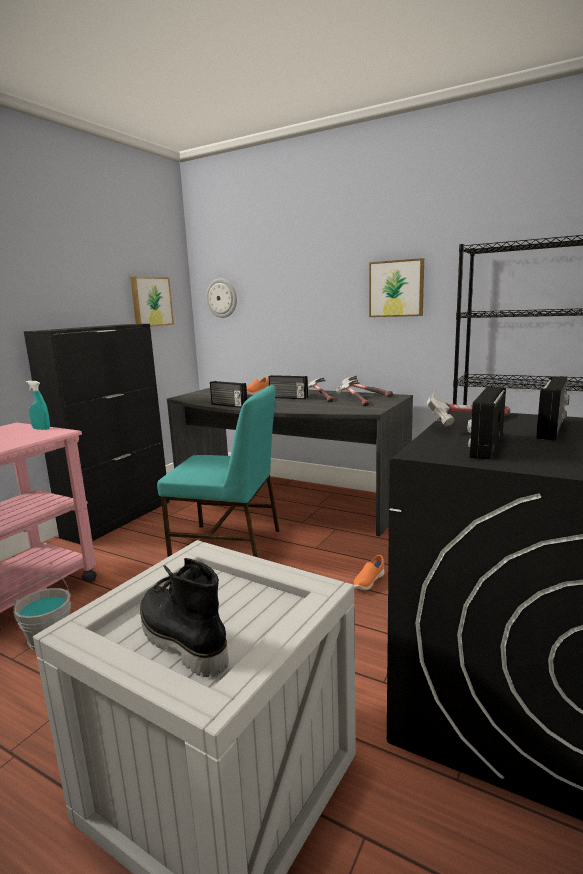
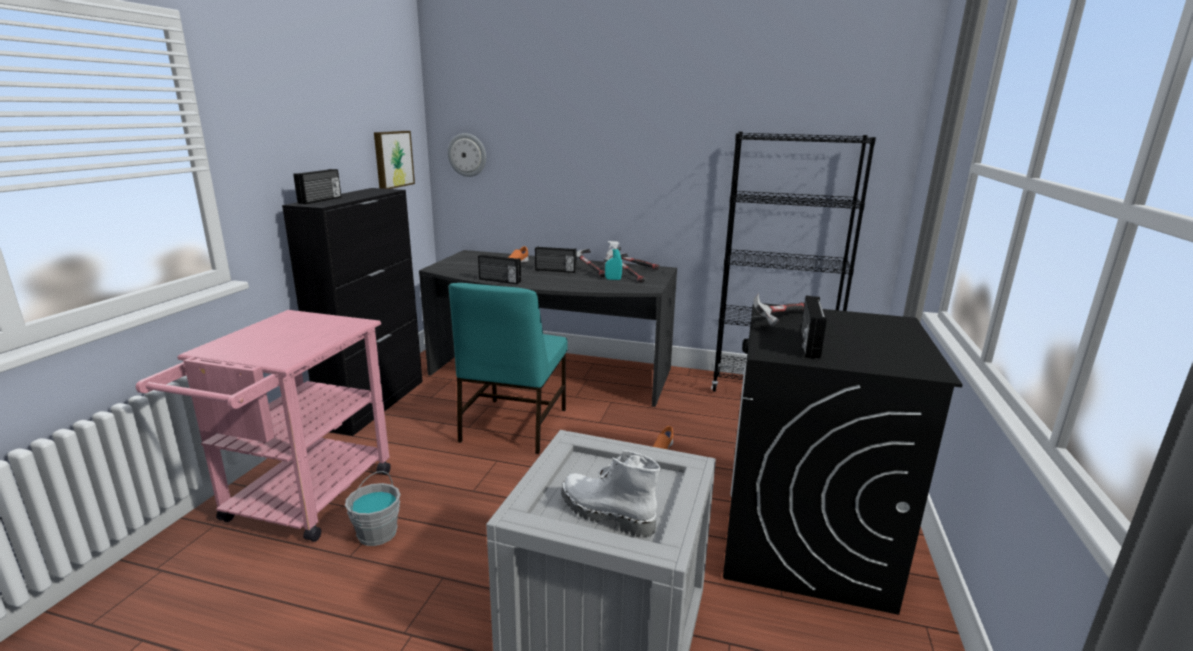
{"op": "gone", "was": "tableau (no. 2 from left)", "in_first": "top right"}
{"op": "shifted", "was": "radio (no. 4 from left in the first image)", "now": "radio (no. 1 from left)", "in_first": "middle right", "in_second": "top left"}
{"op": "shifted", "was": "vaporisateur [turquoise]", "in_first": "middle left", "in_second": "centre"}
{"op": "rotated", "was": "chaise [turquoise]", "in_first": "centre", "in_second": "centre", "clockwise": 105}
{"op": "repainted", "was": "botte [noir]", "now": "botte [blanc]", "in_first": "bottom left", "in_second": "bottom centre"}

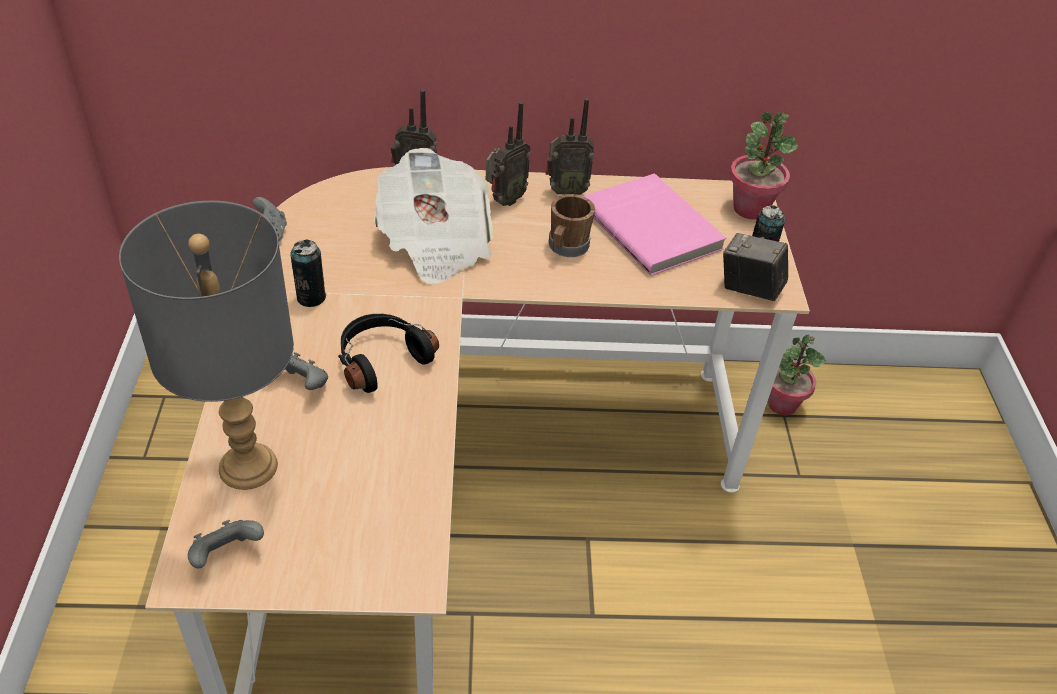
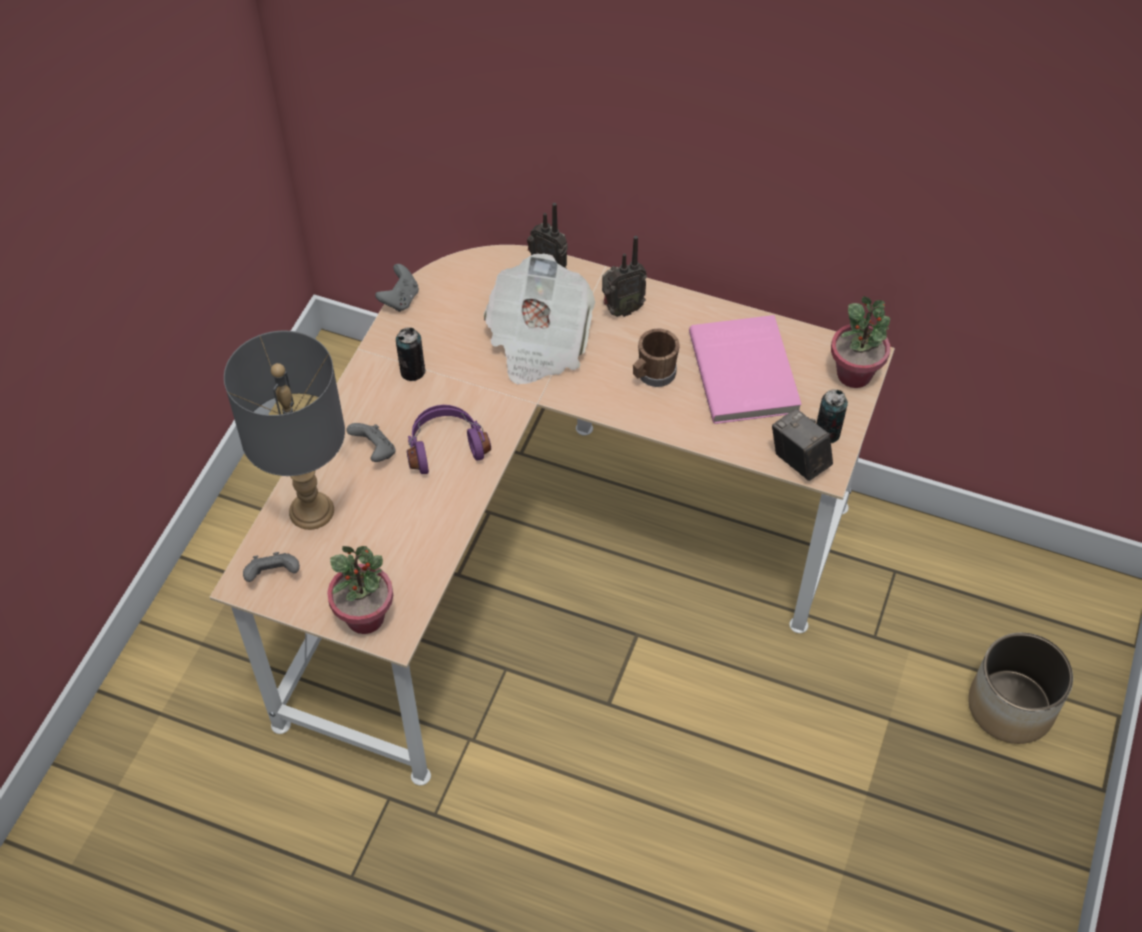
{"op": "gone", "was": "radio (no. 3 from left)", "in_first": "top centre"}
{"op": "repainted", "was": "casque audio [noir]", "now": "casque audio [violet]", "in_first": "centre", "in_second": "centre"}
{"op": "shifted", "was": "plante en pot (no. 2 from left in the first image)", "now": "plante en pot (no. 1 from left)", "in_first": "middle right", "in_second": "middle left"}
{"op": "new", "now": "cache-pot", "in_second": "bottom right"}

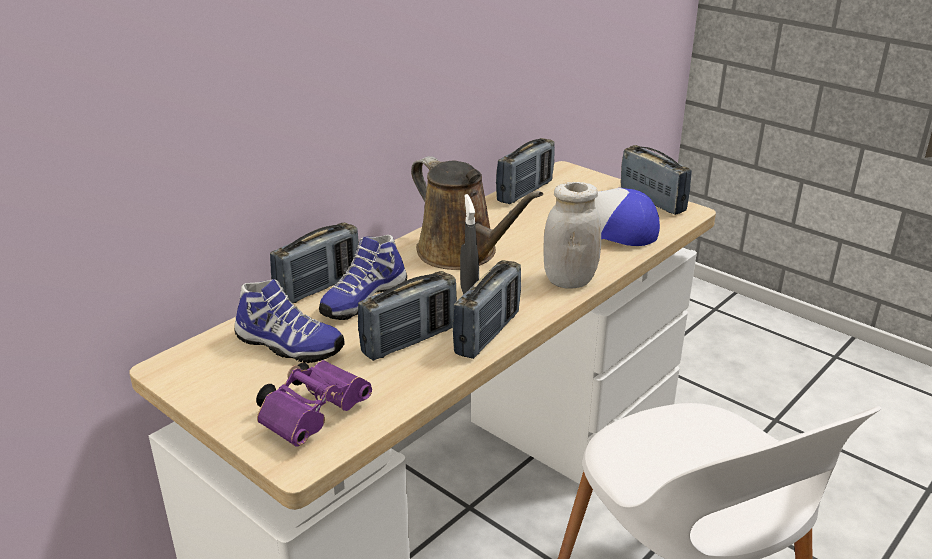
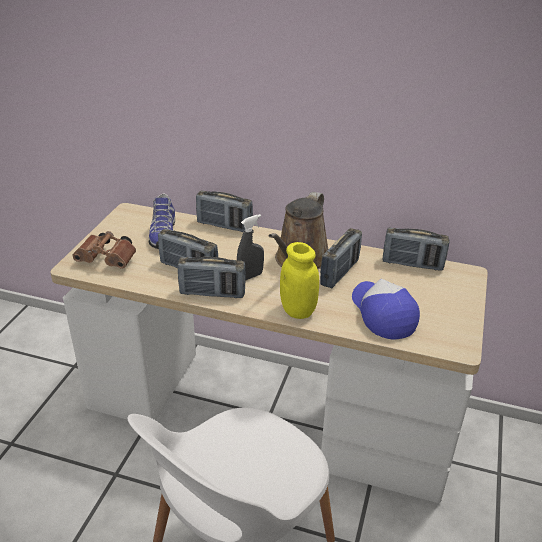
{"op": "shifted", "was": "radio (no. 5 from left in the first image)", "now": "radio (no. 4 from left)", "in_first": "top right", "in_second": "centre"}
{"op": "repainted", "was": "bocal [blanc]", "now": "bocal [jaune]", "in_first": "centre", "in_second": "centre"}
{"op": "gone", "was": "chaussure (no. 2 from left)", "in_first": "centre"}
{"op": "repainted", "was": "jumelles [violet]", "now": "jumelles [marron]", "in_first": "bottom centre", "in_second": "middle left"}

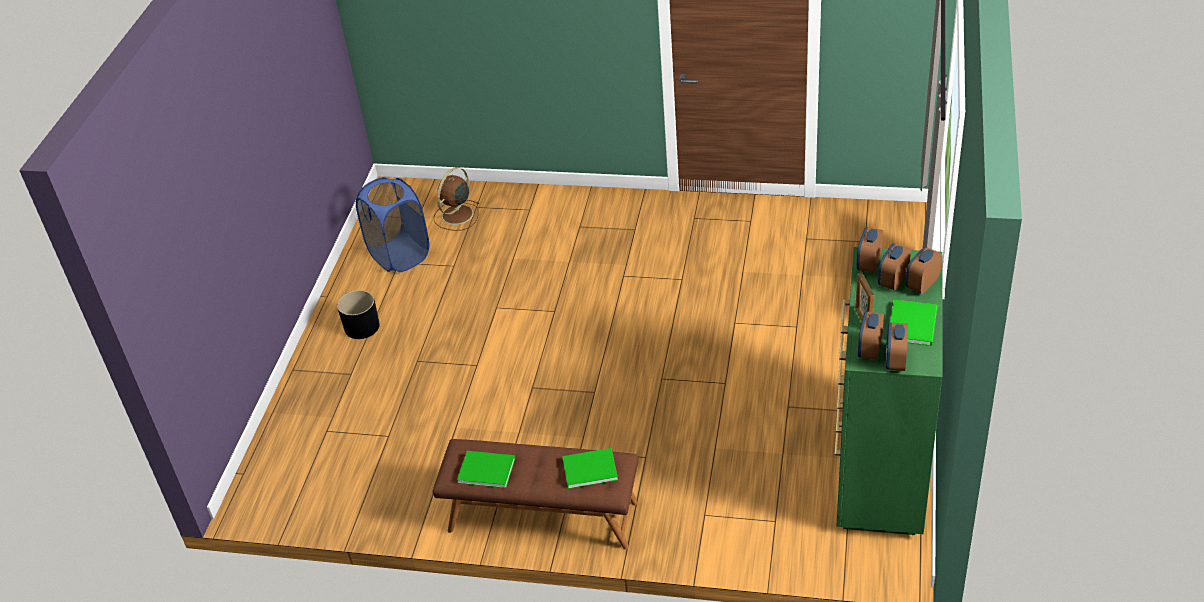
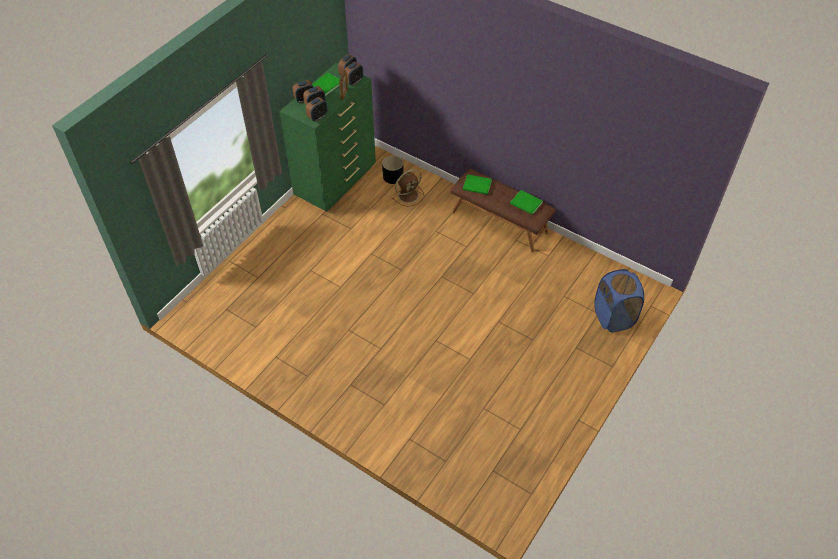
{"op": "shifted", "was": "ventilateur [marron]", "in_first": "top centre", "in_second": "centre"}
{"op": "shifted", "was": "panier à linge [bleu]", "in_first": "middle left", "in_second": "middle right"}
{"op": "shifted", "was": "cache-pot [noir]", "in_first": "middle left", "in_second": "top centre"}

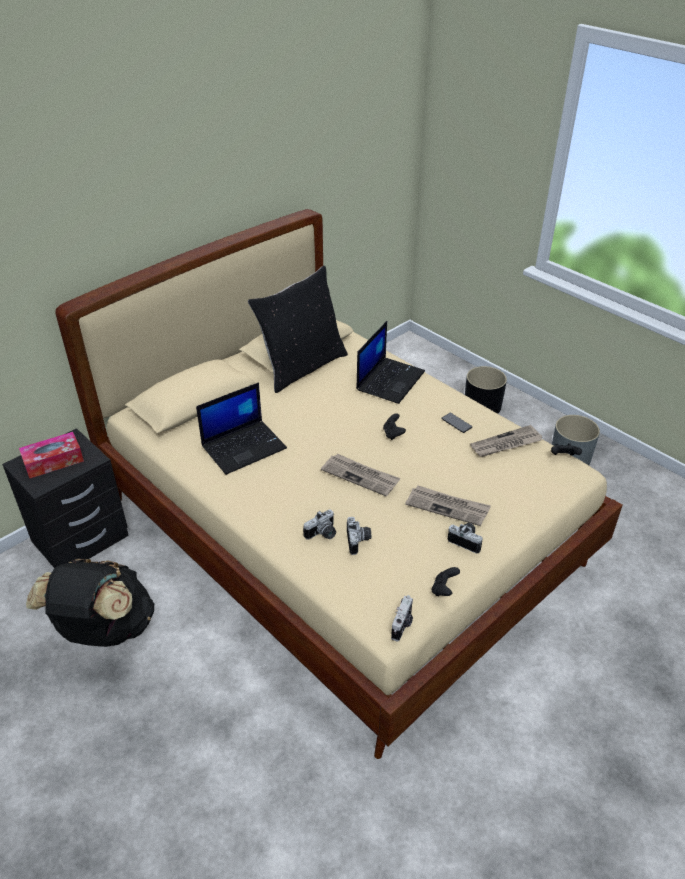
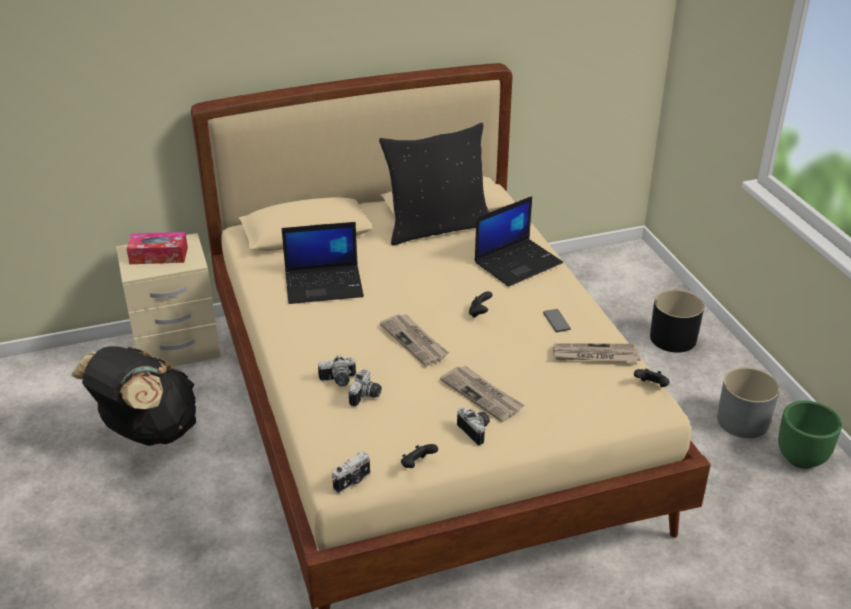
{"op": "repainted", "was": "table de chevet [noir]", "now": "table de chevet [beige]", "in_first": "middle left", "in_second": "middle left"}
{"op": "new", "now": "cache-pot [vert]", "in_second": "bottom right"}

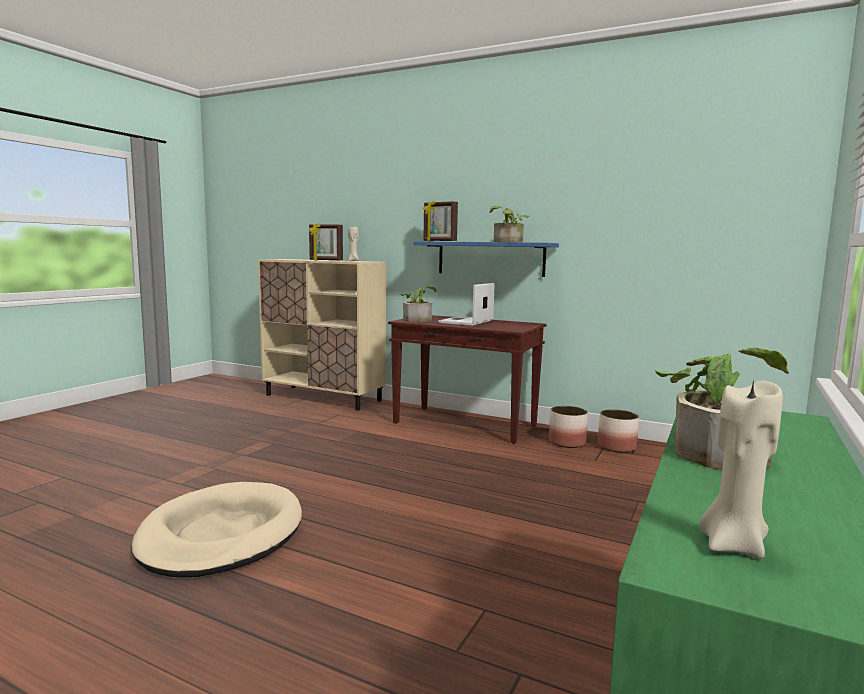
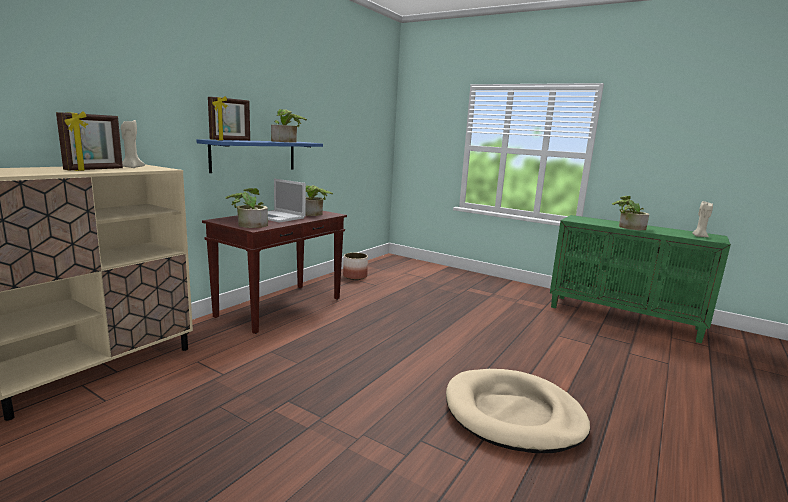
{"op": "gone", "was": "cache-pot (no. 1 from left)", "in_first": "centre"}
{"op": "new", "now": "plante en pot (no. 3 from left)", "in_second": "centre"}

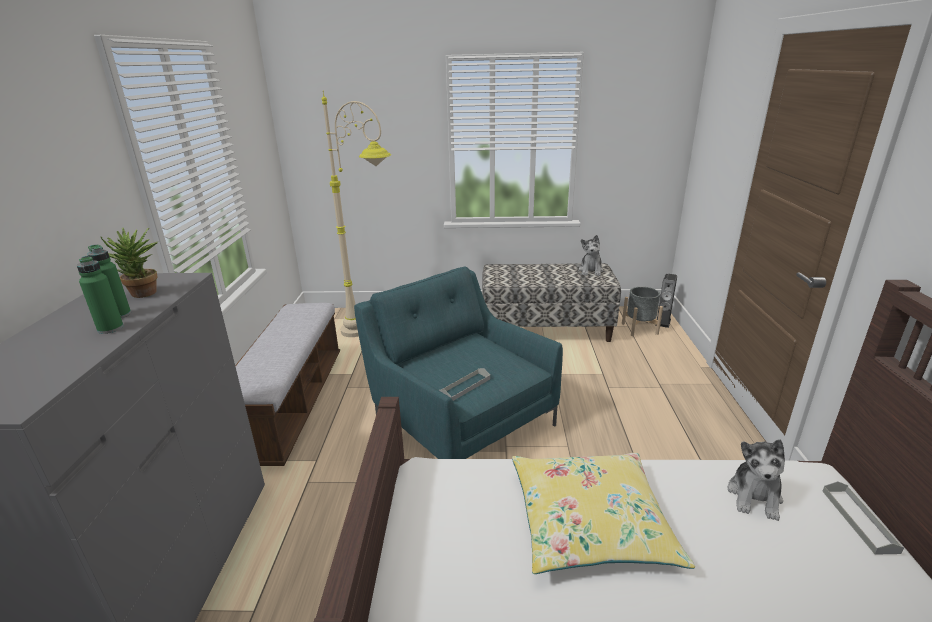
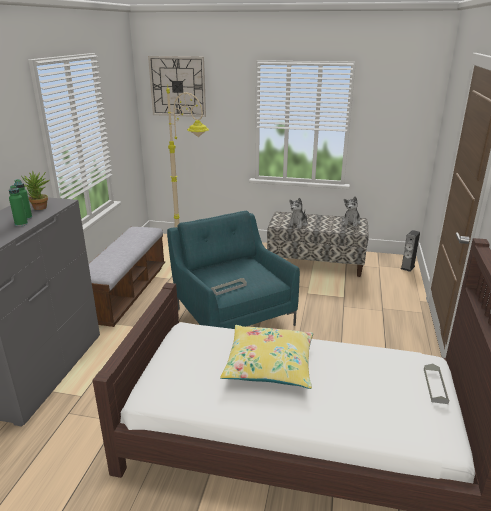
{"op": "gone", "was": "cache-pot [gris]", "in_first": "middle right"}
{"op": "shifted", "was": "peluche (no. 2 from left in the first image)", "now": "peluche (no. 1 from left)", "in_first": "bottom right", "in_second": "centre"}
{"op": "new", "now": "horloge murale", "in_second": "top centre"}

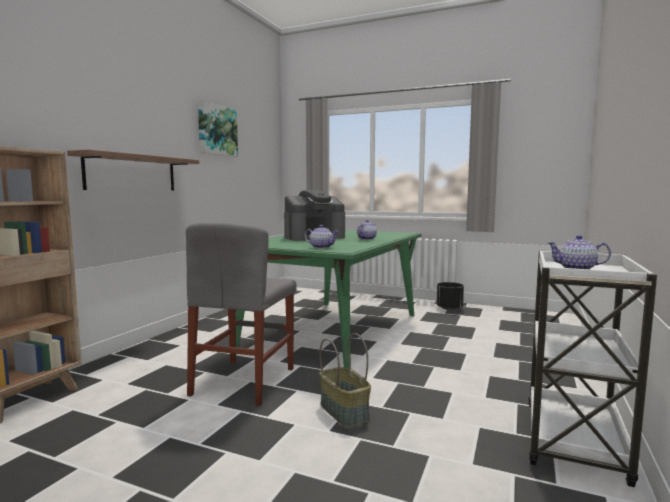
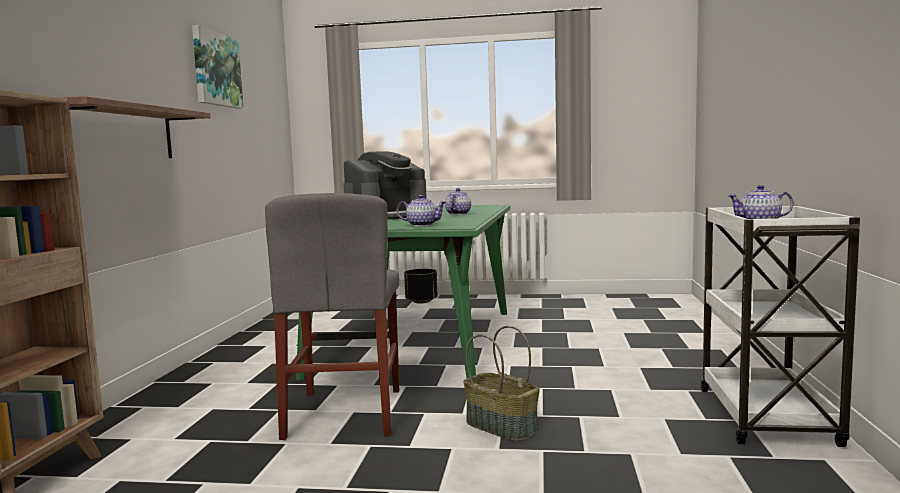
{"op": "shifted", "was": "cache-pot [noir]", "in_first": "middle right", "in_second": "centre"}

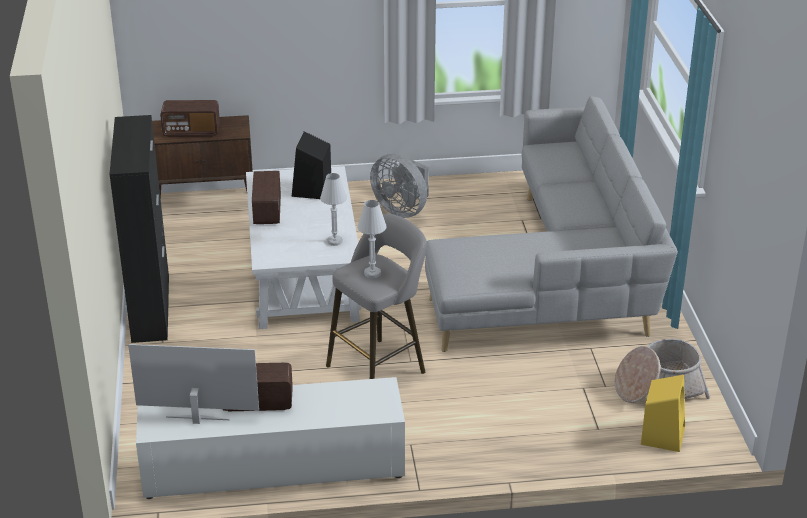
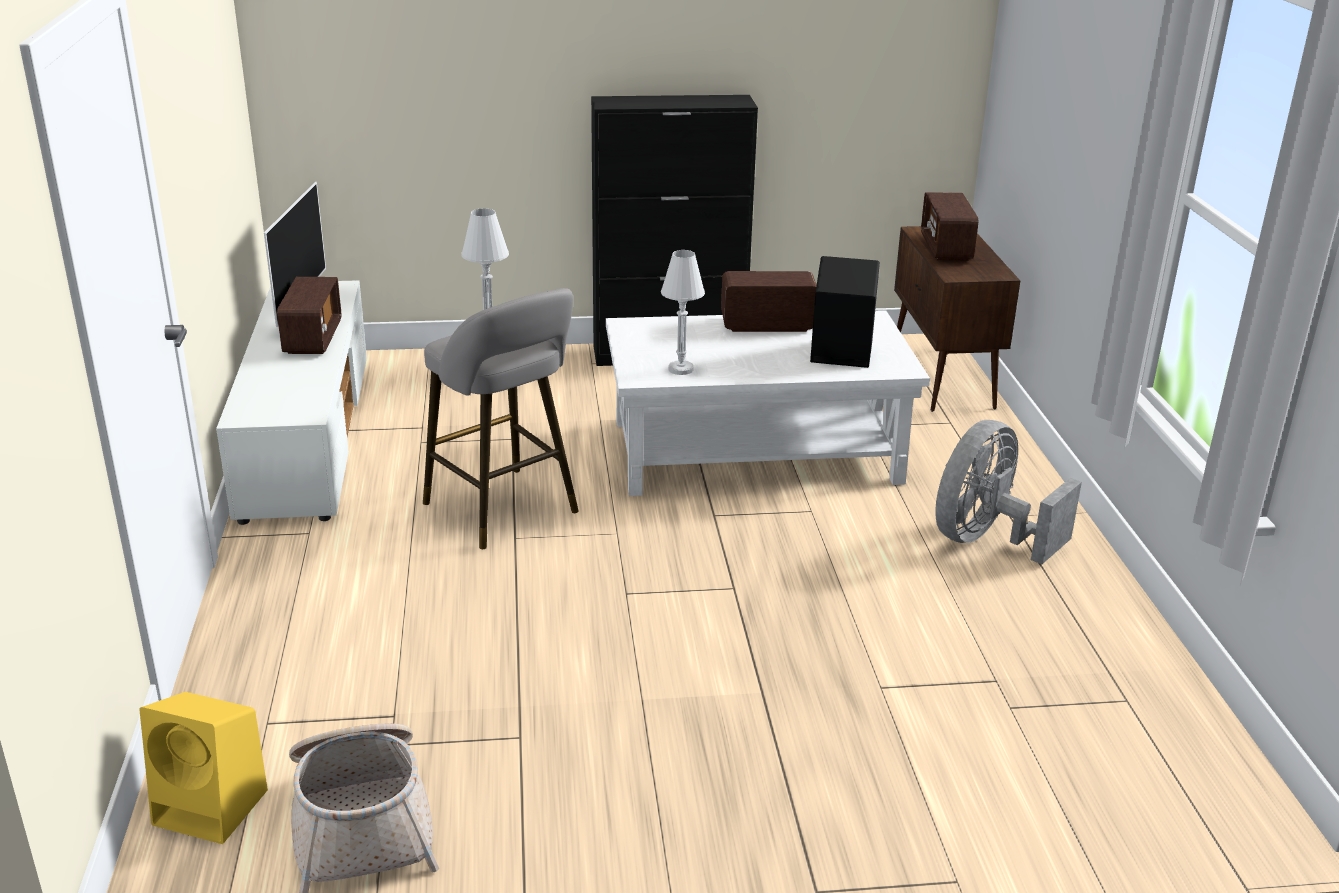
{"op": "gone", "was": "canapé [gris]", "in_first": "middle right"}

